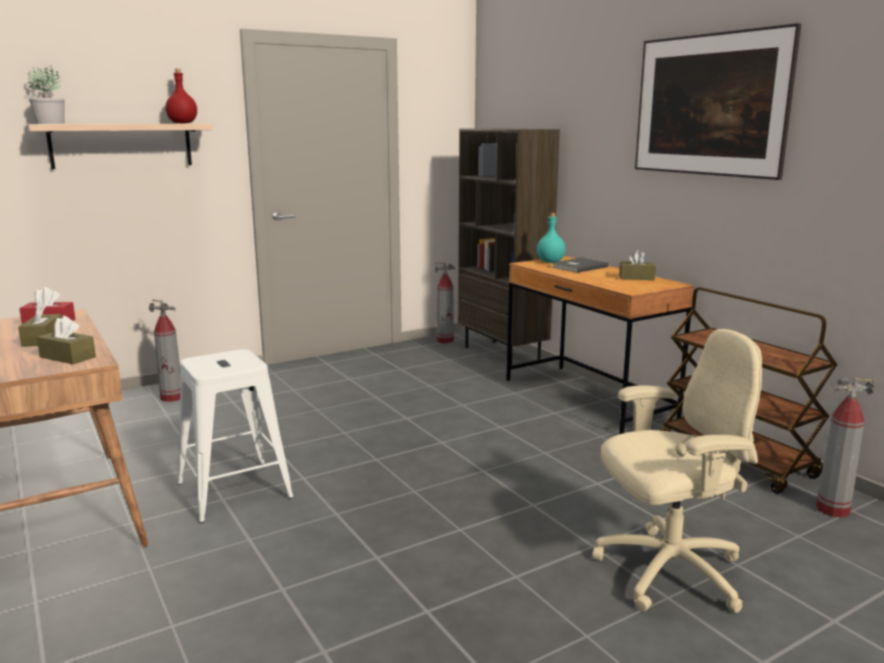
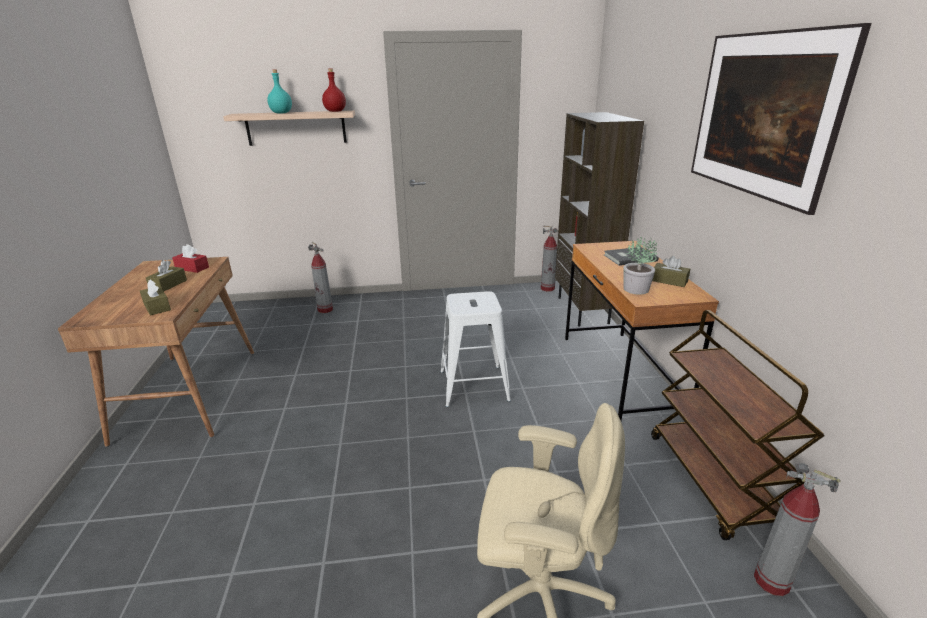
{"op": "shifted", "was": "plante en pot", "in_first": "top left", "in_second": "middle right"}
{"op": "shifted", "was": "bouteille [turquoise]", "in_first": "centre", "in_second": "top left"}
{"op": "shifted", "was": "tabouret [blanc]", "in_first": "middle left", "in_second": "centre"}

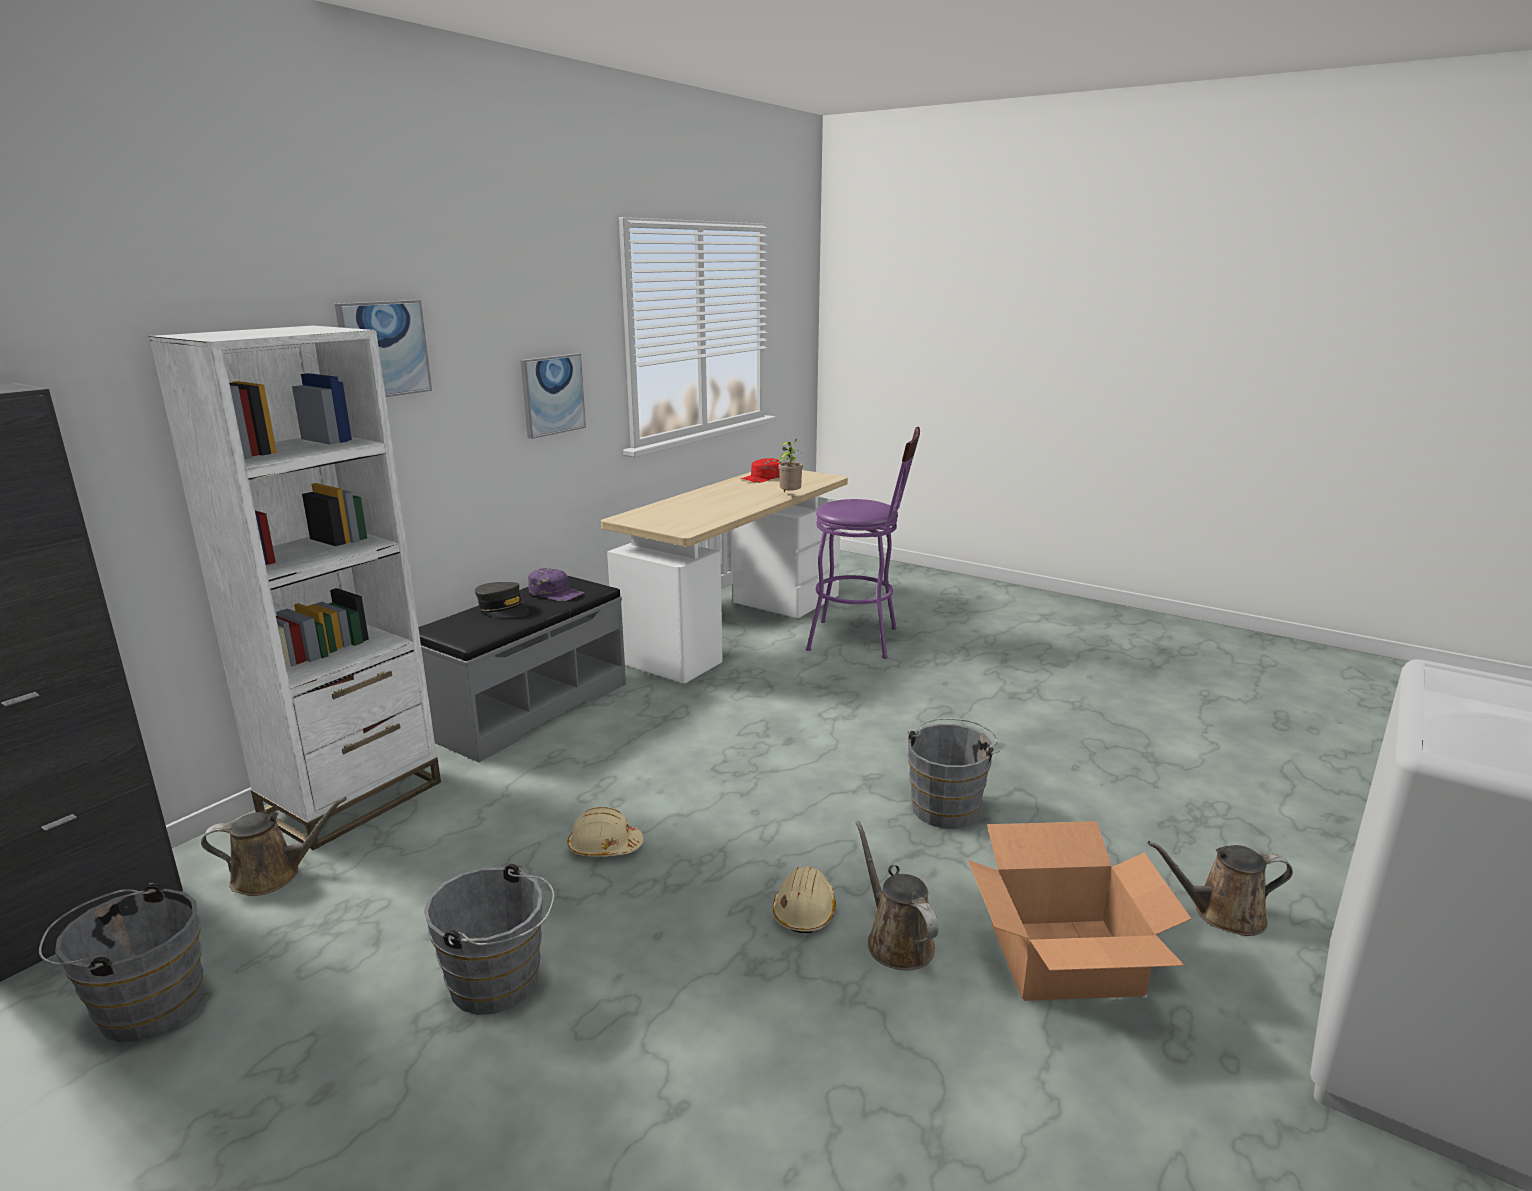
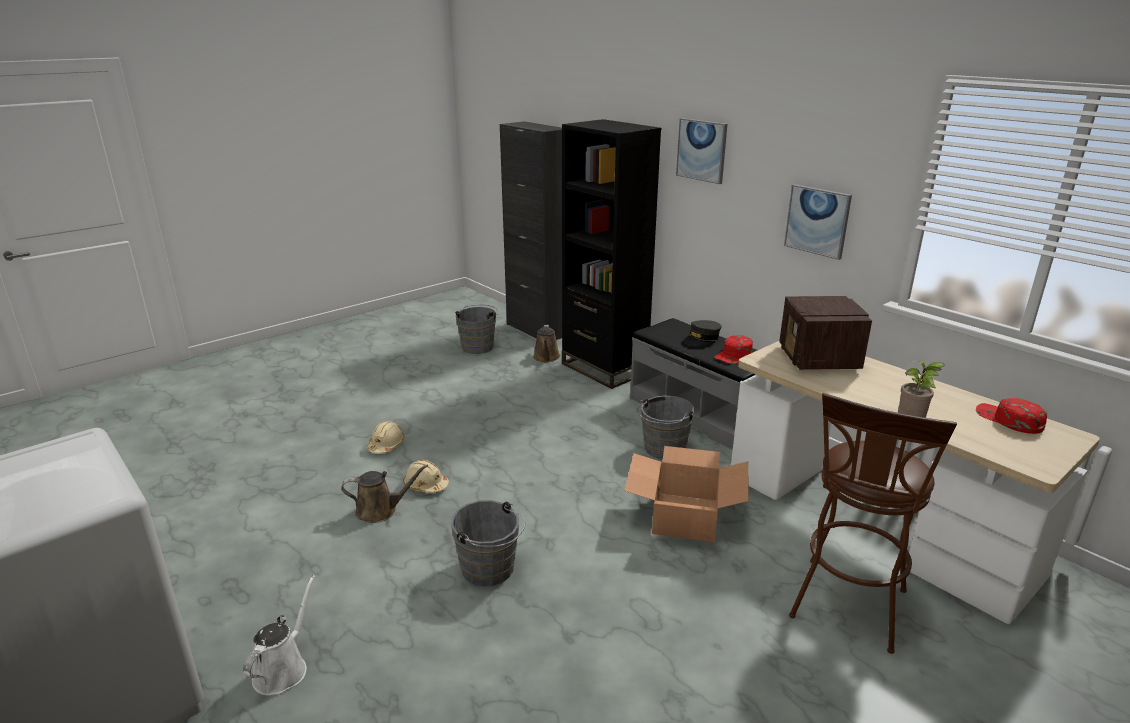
{"op": "repainted", "was": "bibliothèque [blanc]", "now": "bibliothèque [noir]", "in_first": "middle left", "in_second": "centre"}
{"op": "repainted", "was": "tabouret [violet]", "now": "tabouret [marron]", "in_first": "centre", "in_second": "bottom right"}
{"op": "repainted", "was": "casquette [violet]", "now": "casquette [rouge] (no. 1 from left)", "in_first": "centre", "in_second": "centre"}
{"op": "shifted", "was": "casque de chantier [beige] (no. 1 from left)", "in_first": "bottom centre", "in_second": "centre"}
{"op": "shifted", "was": "carton", "in_first": "bottom right", "in_second": "bottom centre"}
{"op": "repainted", "was": "arrosoir [marron] (no. 3 from left)", "now": "arrosoir [blanc]", "in_first": "bottom right", "in_second": "bottom left"}
{"op": "shifted", "was": "seau [gris] (no. 2 from left in the first image)", "now": "seau [gris] (no. 3 from left)", "in_first": "bottom left", "in_second": "centre"}
{"op": "new", "now": "radio", "in_second": "middle right"}

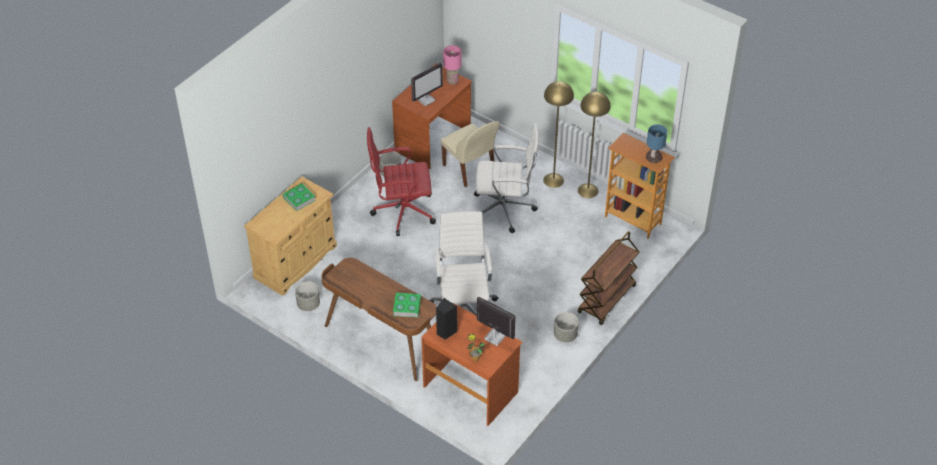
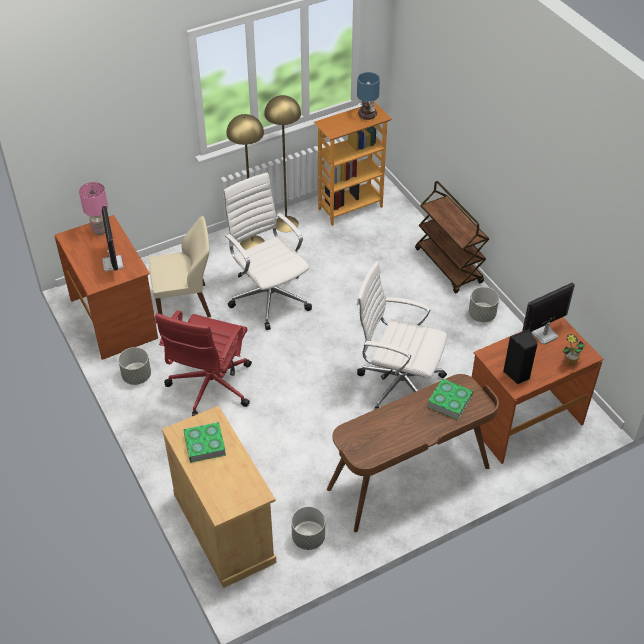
{"op": "rotated", "was": "chaise de bureau [blanc] (no. 2 from left in the first image)", "in_first": "centre", "in_second": "centre", "clockwise": -60}

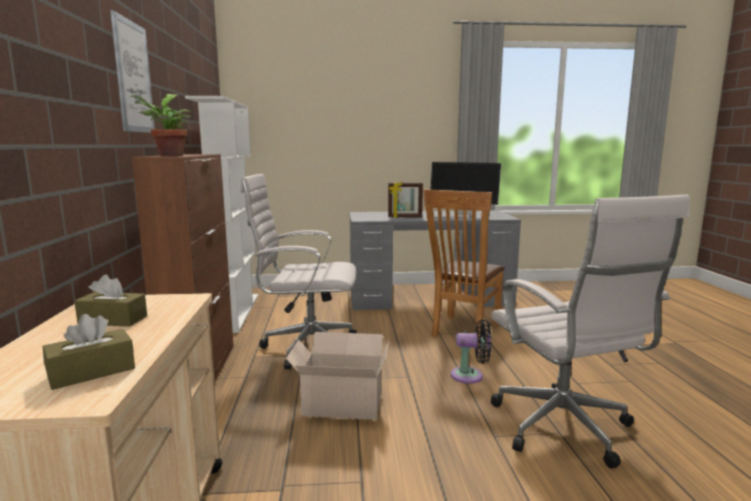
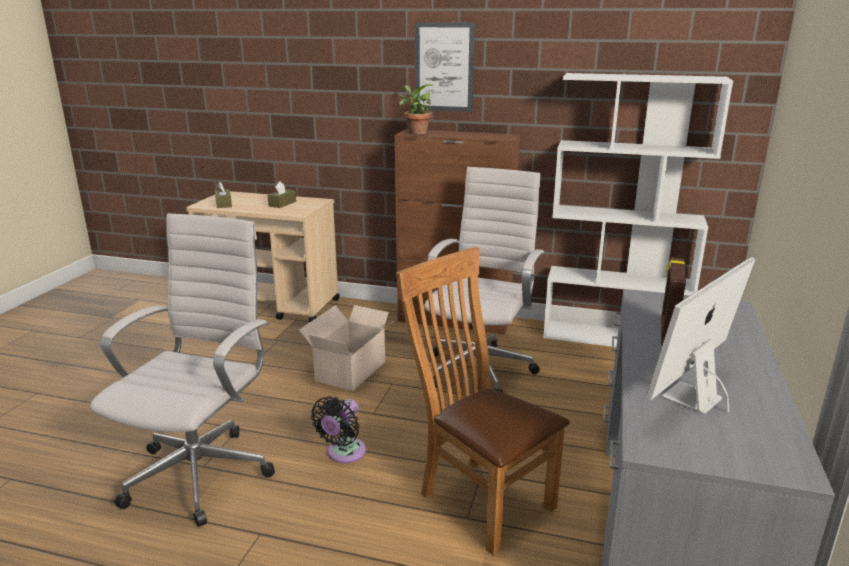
{"op": "rotated", "was": "chaise de bureau [blanc] (no. 2 from left in the first image)", "in_first": "middle right", "in_second": "middle left", "clockwise": 105}

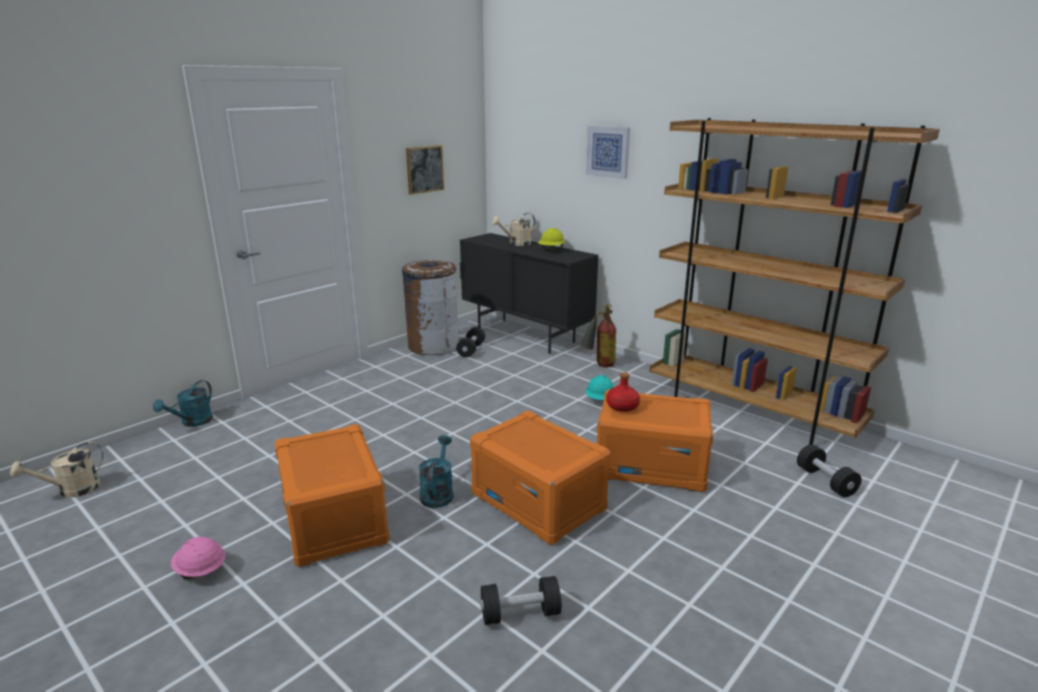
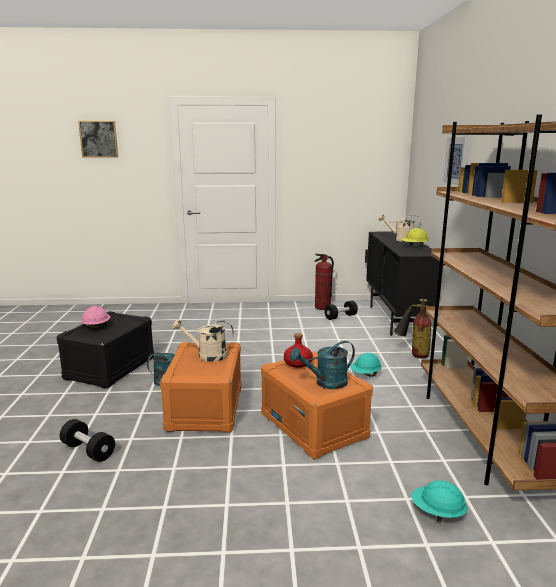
{"op": "shifted", "was": "tableau (no. 1 from left)", "in_first": "top centre", "in_second": "top left"}
{"op": "swapped", "was": "poubelle [marron]", "now": "extincteur (no. 1 from left)", "in_first": "centre", "in_second": "centre"}
{"op": "shifted", "was": "arrosoir [turquoise] (no. 1 from left in the first image)", "now": "arrosoir [turquoise] (no. 2 from left)", "in_first": "middle left", "in_second": "centre"}
{"op": "repainted", "was": "boîte de rangement [orange] (no. 1 from left)", "now": "boîte de rangement [noir]", "in_first": "bottom left", "in_second": "middle left"}
{"op": "shifted", "was": "arrosoir [beige] (no. 1 from left)", "in_first": "bottom left", "in_second": "centre"}
{"op": "swapped", "was": "haltère [noir] (no. 3 from left)", "now": "casque de chantier [turquoise] (no. 2 from left)", "in_first": "bottom right", "in_second": "bottom right"}
{"op": "shifted", "was": "casque de chantier [rose]", "in_first": "bottom left", "in_second": "middle left"}

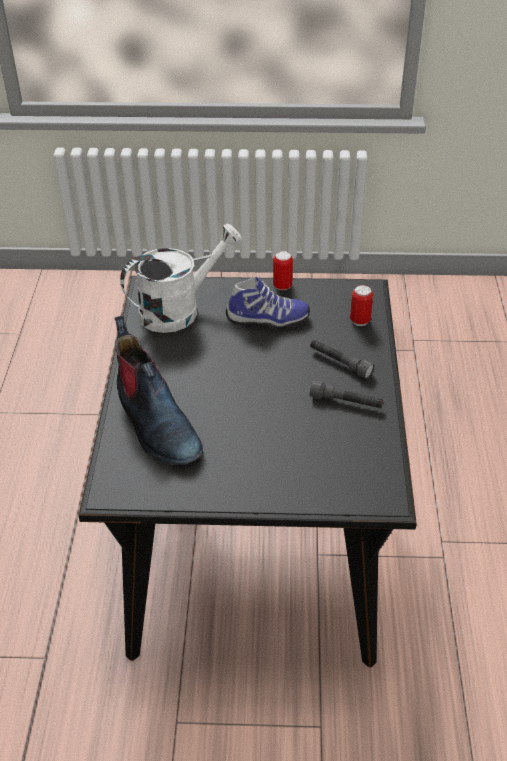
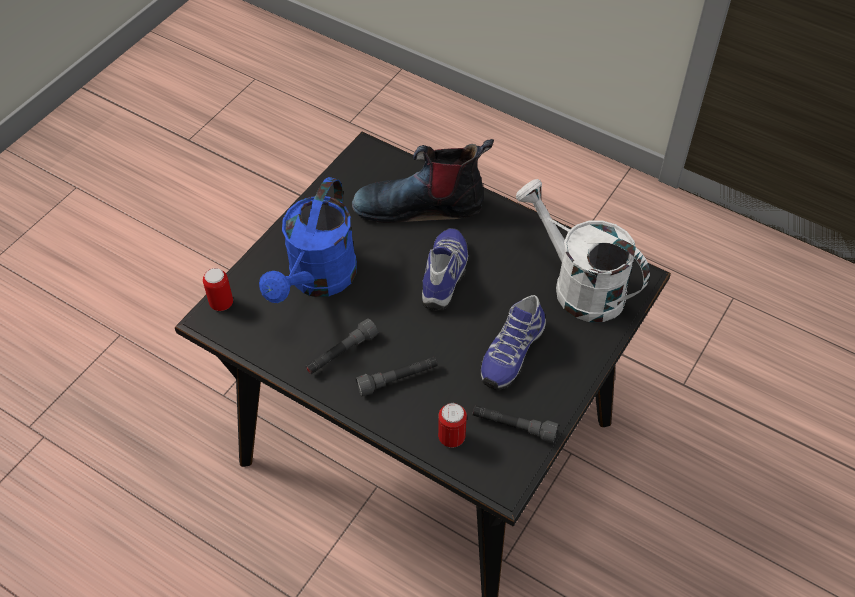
{"op": "rotated", "was": "arrosoir [blanc]", "in_first": "centre", "in_second": "middle right", "clockwise": 135}
{"op": "shifted", "was": "boîte métallique (no. 1 from left)", "in_first": "centre", "in_second": "middle left"}
{"op": "new", "now": "arrosoir [bleu]", "in_second": "centre"}
{"op": "new", "now": "chaussure (no. 1 from left)", "in_second": "centre"}
{"op": "new", "now": "lampe de poche [gris] (no. 3 from left)", "in_second": "bottom centre"}

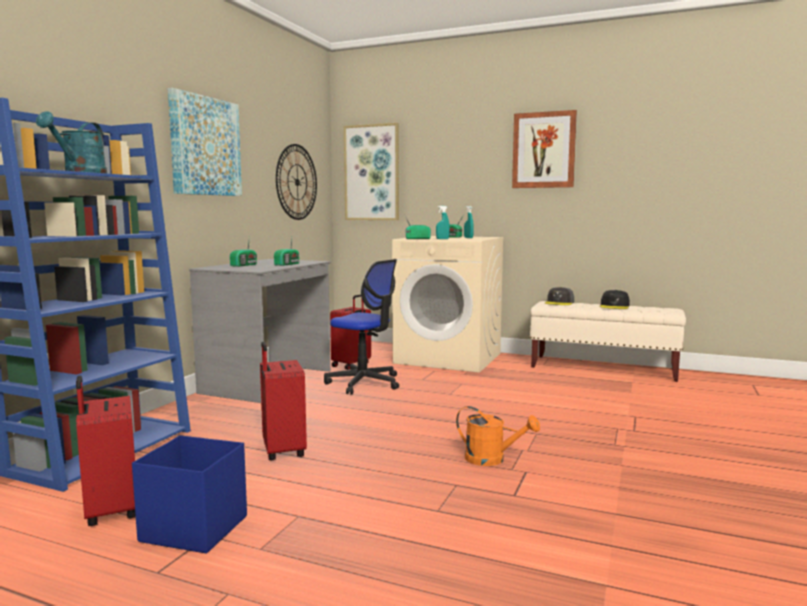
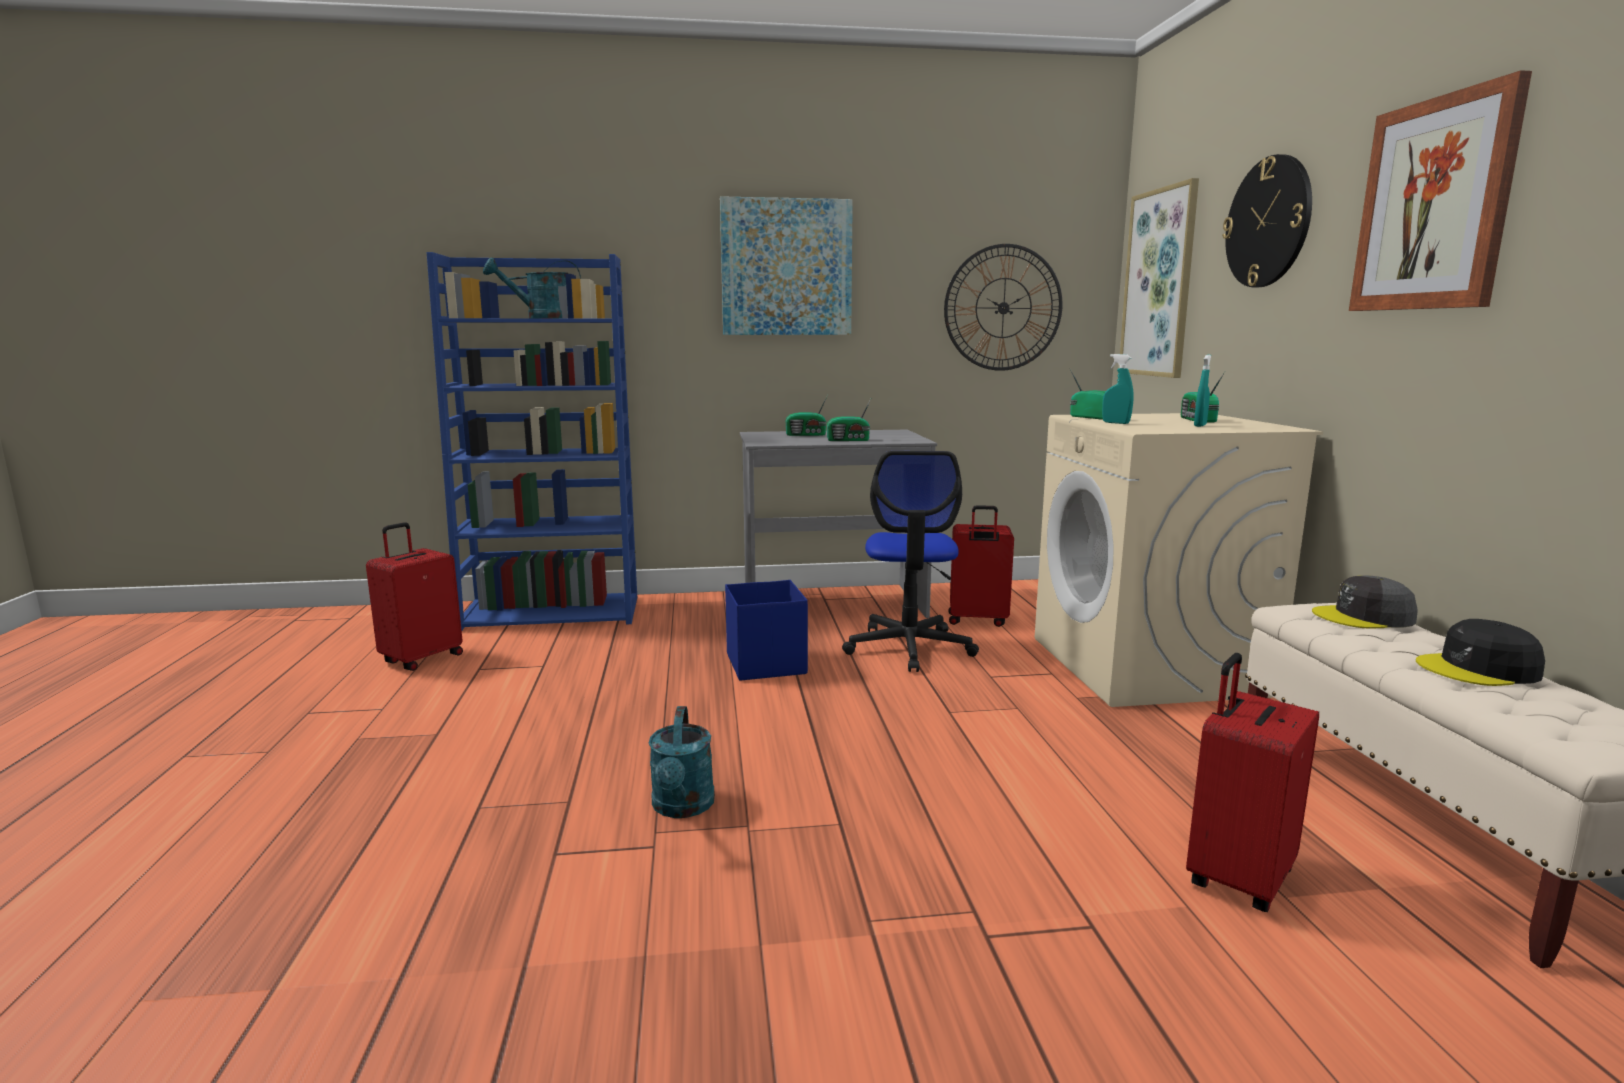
{"op": "shifted", "was": "valise [rouge] (no. 2 from left in the first image)", "now": "valise [rouge] (no. 3 from left)", "in_first": "centre", "in_second": "bottom right"}
{"op": "repainted", "was": "arrosoir [orange]", "now": "arrosoir [turquoise] (no. 2 from left)", "in_first": "bottom centre", "in_second": "bottom centre"}
{"op": "shifted", "was": "boîte de rangement [bleu]", "in_first": "bottom left", "in_second": "centre"}
{"op": "new", "now": "horloge murale (no. 2 from left)", "in_second": "top right"}

